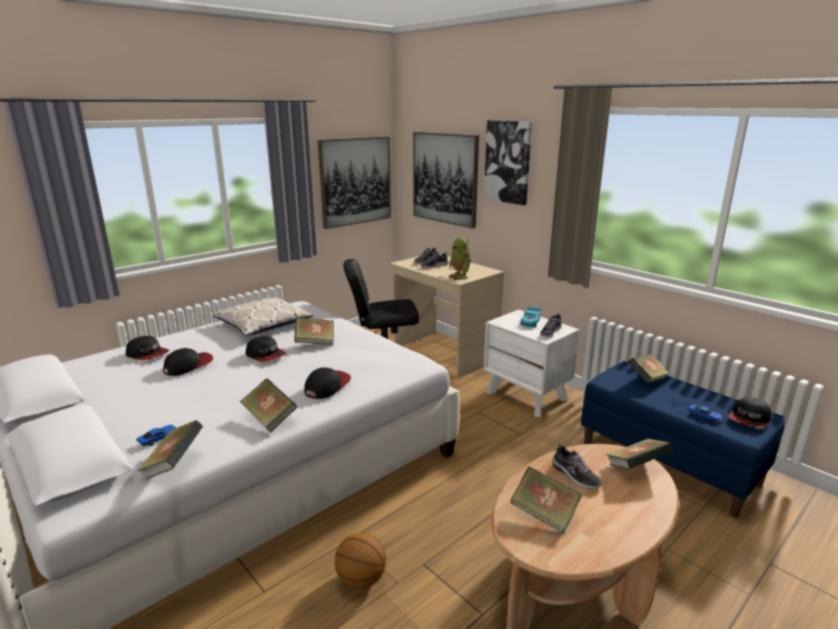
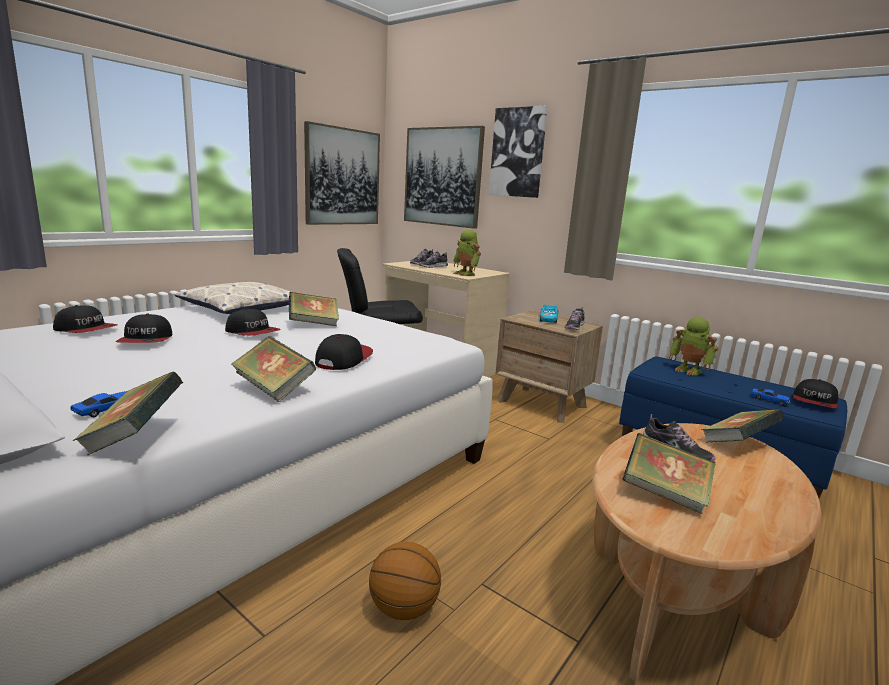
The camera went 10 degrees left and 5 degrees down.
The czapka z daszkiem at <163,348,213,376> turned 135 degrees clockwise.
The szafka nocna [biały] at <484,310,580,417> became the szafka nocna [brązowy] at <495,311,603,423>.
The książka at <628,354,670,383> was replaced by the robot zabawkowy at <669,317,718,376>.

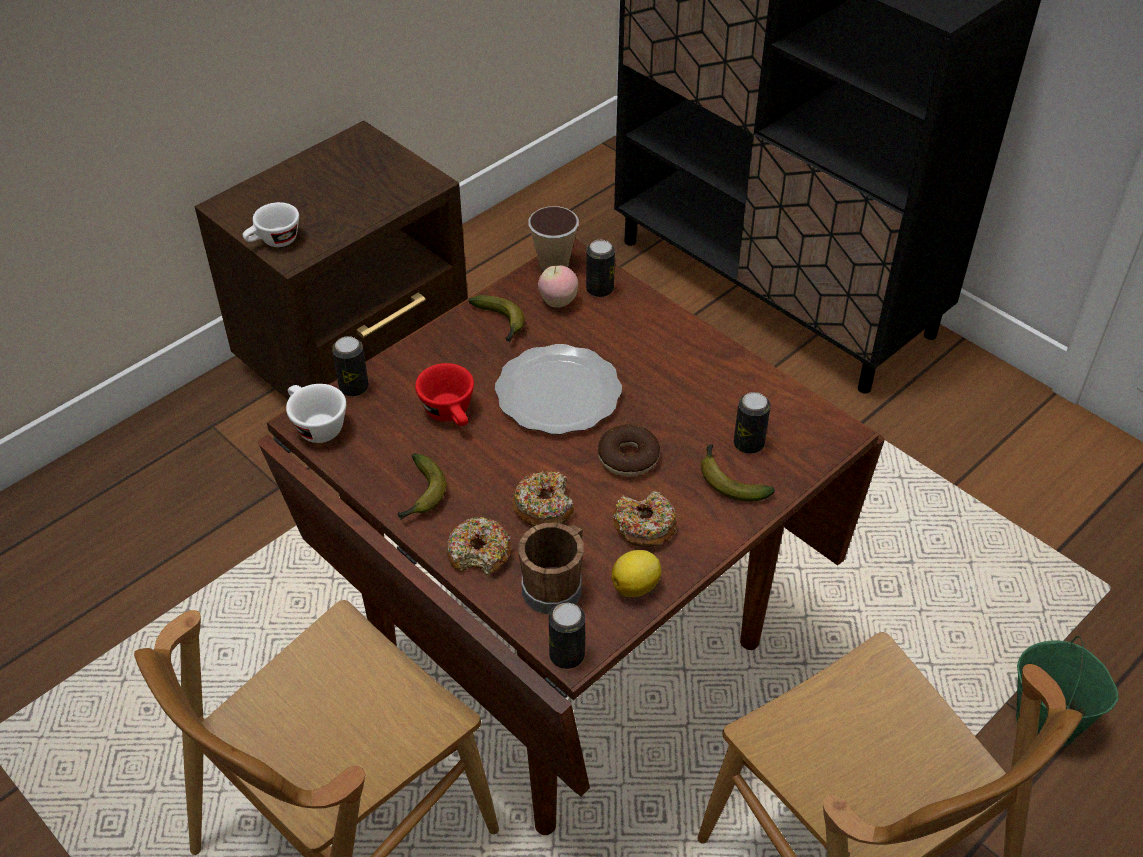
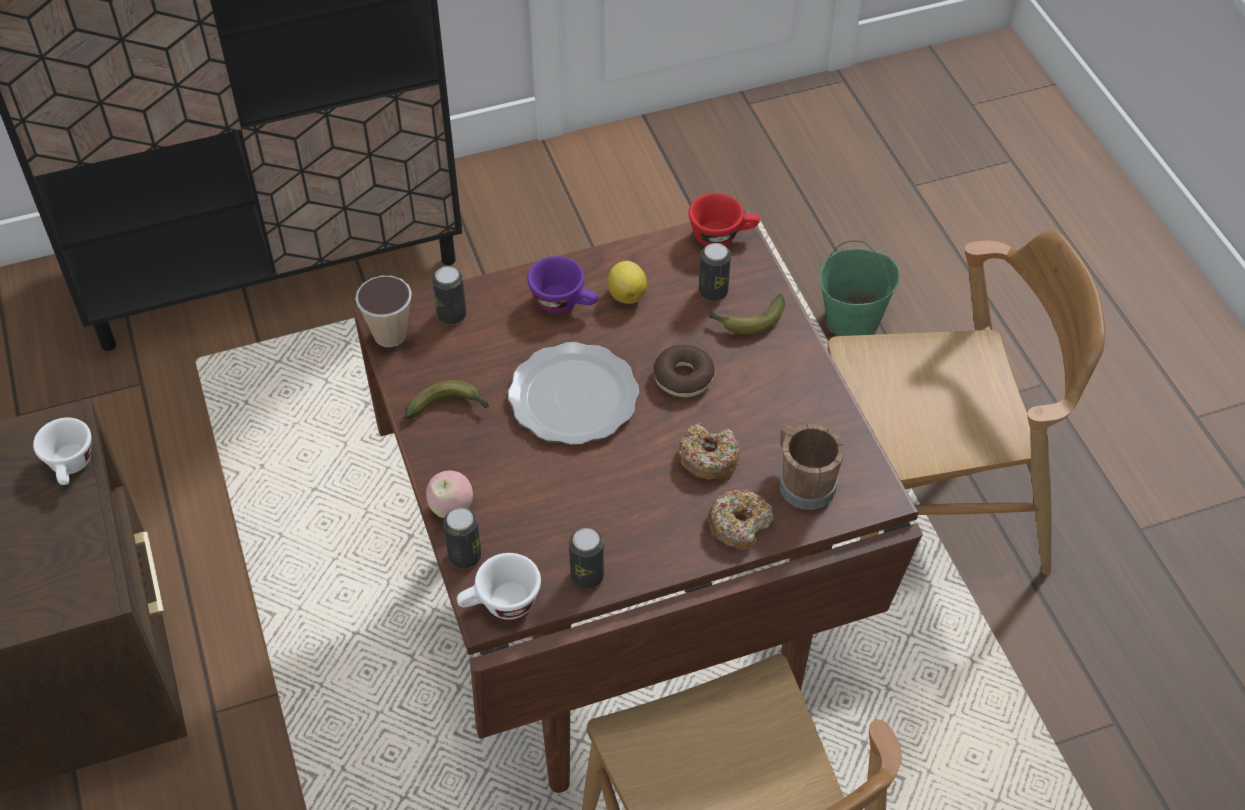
The camera went 65 degrees left and 5 degrees up.
The filiżanka [biały] moved from <243,202,299,247> to <33,418,91,485>.
The jabłko moved from <538,265,578,308> to <426,471,473,518>.
The filiżanka [fioletowy] at <527,256,599,313> appeared.
The puszka moved from <549,603,585,669> to <569,528,604,589>.
The cytryna moved from <612,550,662,597> to <608,261,647,304>.
The filiżanka [czerwony] moved from <415,363,474,426> to <688,193,760,246>.
The banan at <398,453,446,520> disappeared.
The donut at <613,491,677,547> disappeared.

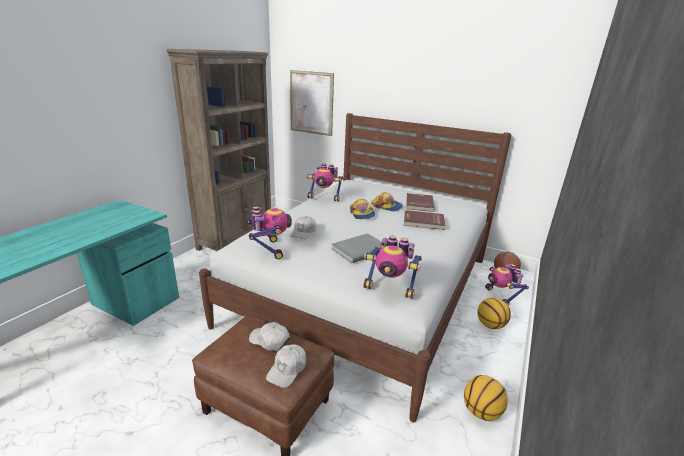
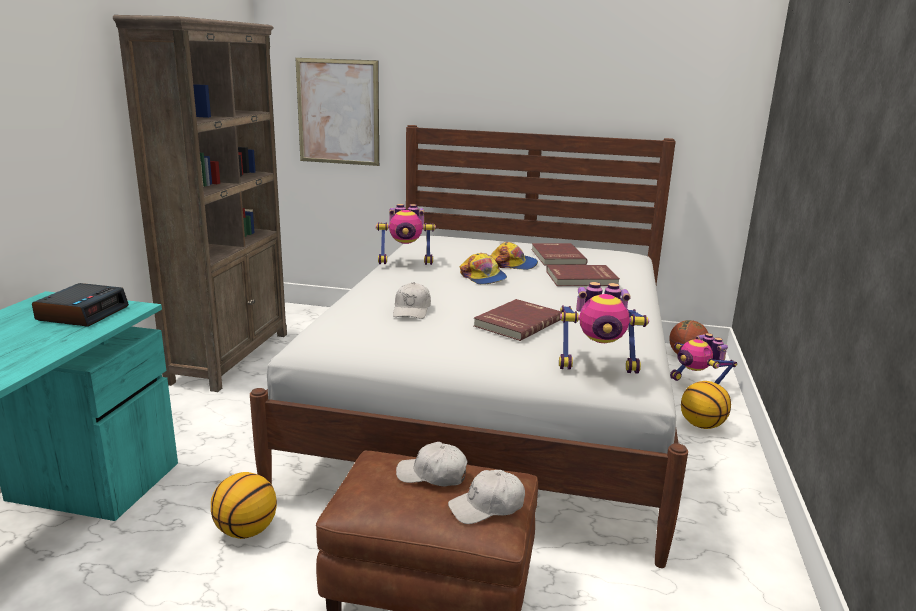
The camera went 15 degrees left and 5 degrees down.
The budzik at <32,283,129,327> appeared.
The piłka do koszykówki moved from <464,375,508,421> to <211,472,277,539>.
The czapka z daszkiem [biały] at <266,344,306,388> turned 60 degrees clockwise.
The książka [szary] at <331,233,382,263> became the książka [czerwony] at <474,299,561,341>.
The robot zabawkowy at <246,206,292,259> disappeared.

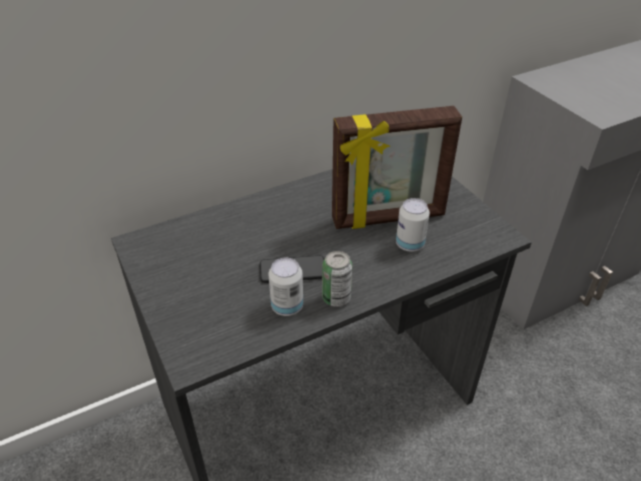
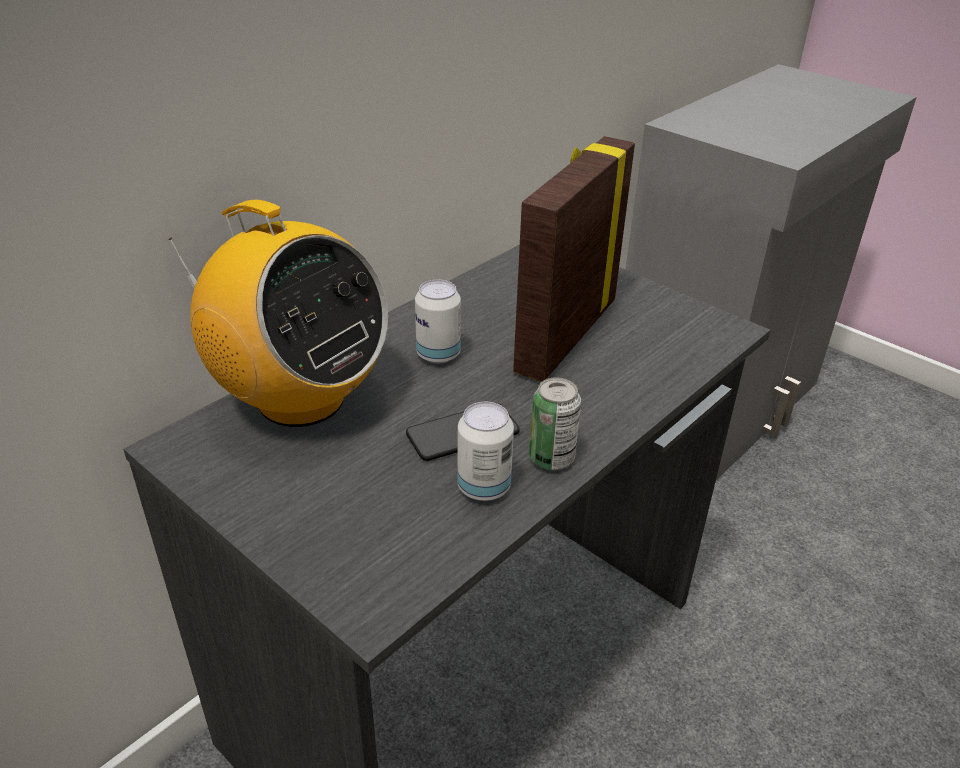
The camera went 20 degrees left and 5 degrees down.
The radio at <168,200,388,427> appeared.
The puszka moved from <396,198,430,252> to <415,280,461,364>.
The ramka na zdjęcie at <332,106,462,229> turned 150 degrees clockwise.

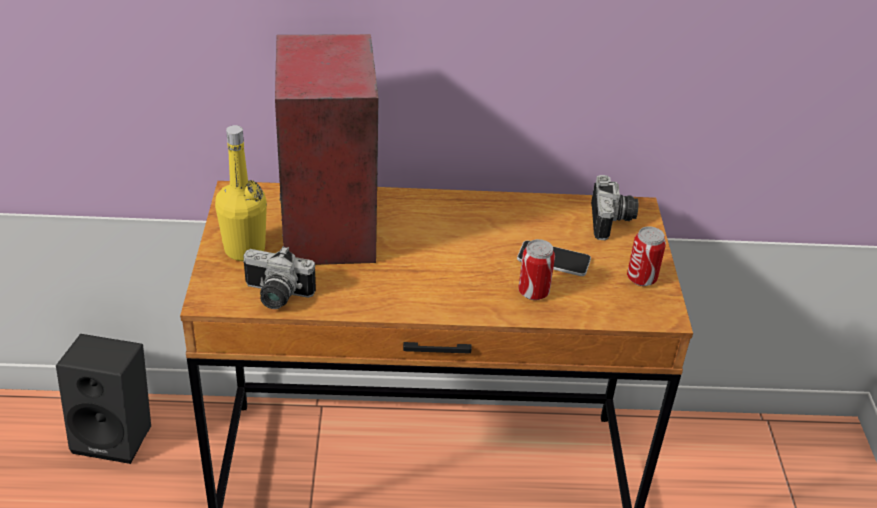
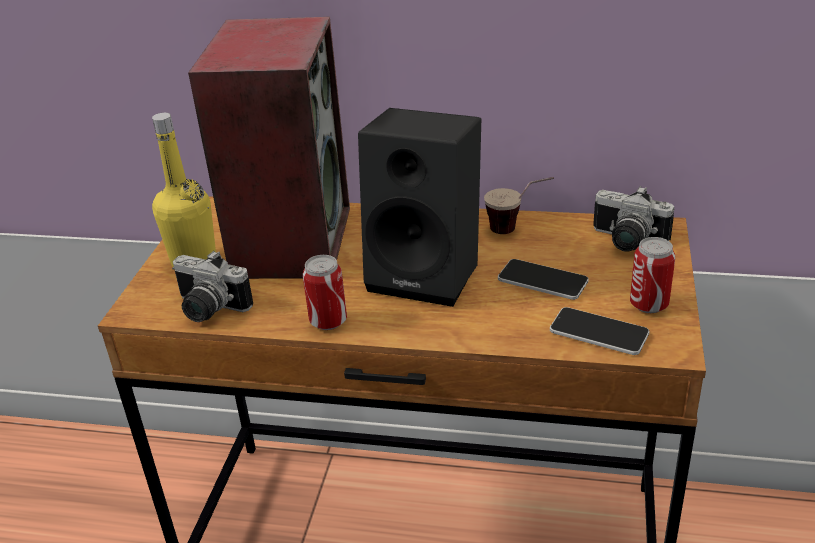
The camera went 15 degrees right and 5 degrees down.
The puszka moved from <518,239,555,300> to <303,255,347,330>.
The głośnik [czarny] moved from <56,334,151,464> to <358,108,481,307>.
The filiżanka at <484,177,554,234> appeared.
The telefon at <550,307,649,355> appeared.
The aparat fotograficzny at <591,175,638,240> turned 105 degrees clockwise.

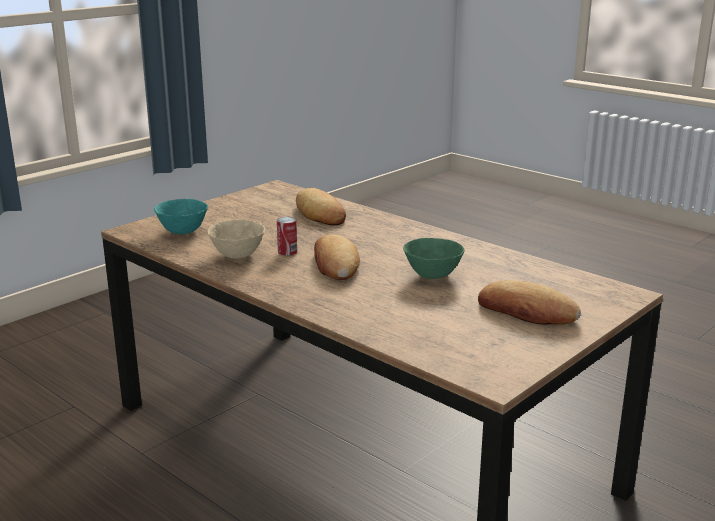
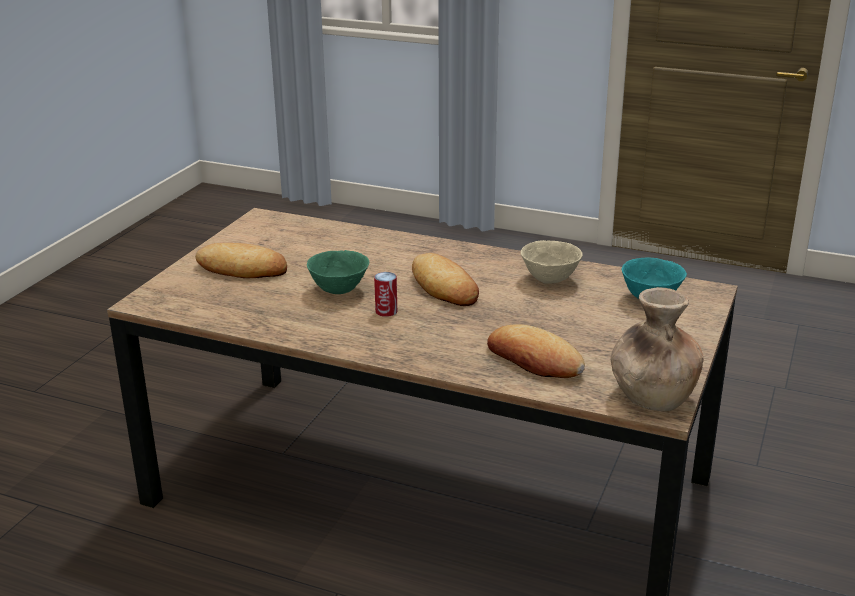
The camera went 160 degrees right and 5 degrees up.
The puszka moved from <277,217,297,256> to <374,272,397,317>.
The wazon [brązowy] at <610,287,704,411> appeared.

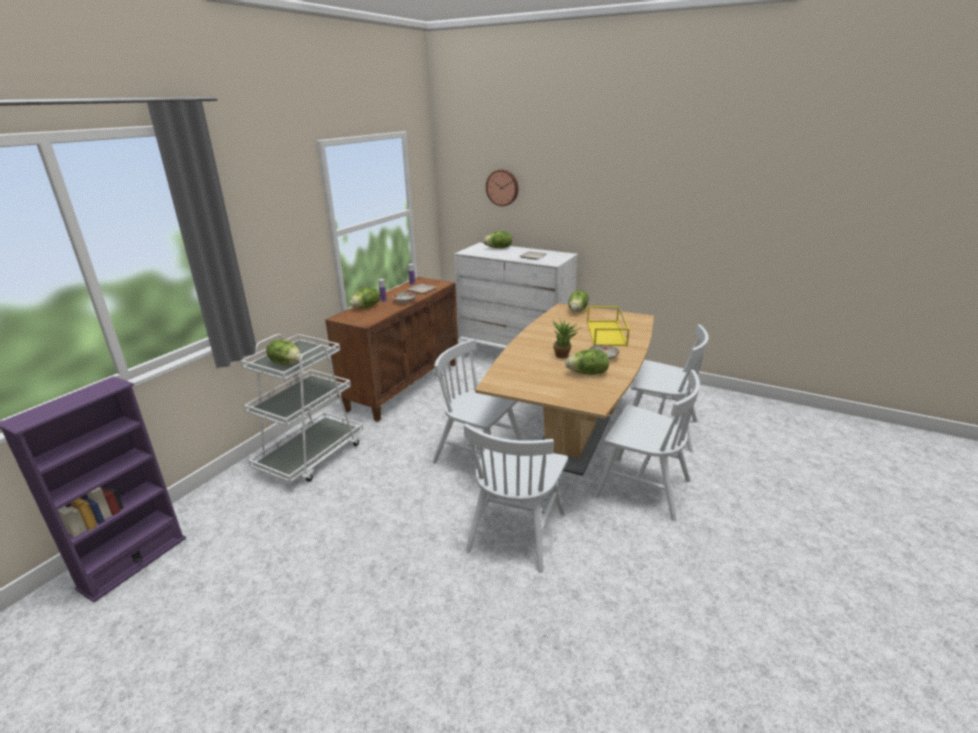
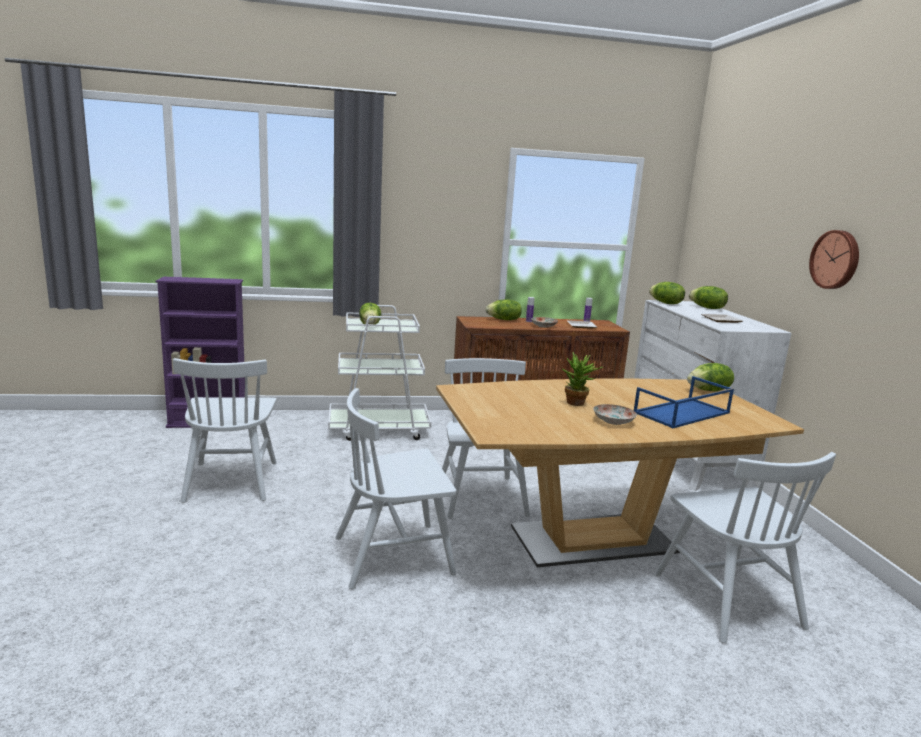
The camera went 50 degrees right and 10 degrees down.
The krzesło [biały] moved from <595,370,700,521> to <173,358,277,503>.
The taca [żółty] at <587,306,630,346> became the taca [niebieski] at <633,376,734,428>.
The sałata moved from <565,349,609,375> to <649,282,685,304>.
The zegar ścienny moved from <486,170,518,206> to <809,230,859,289>.

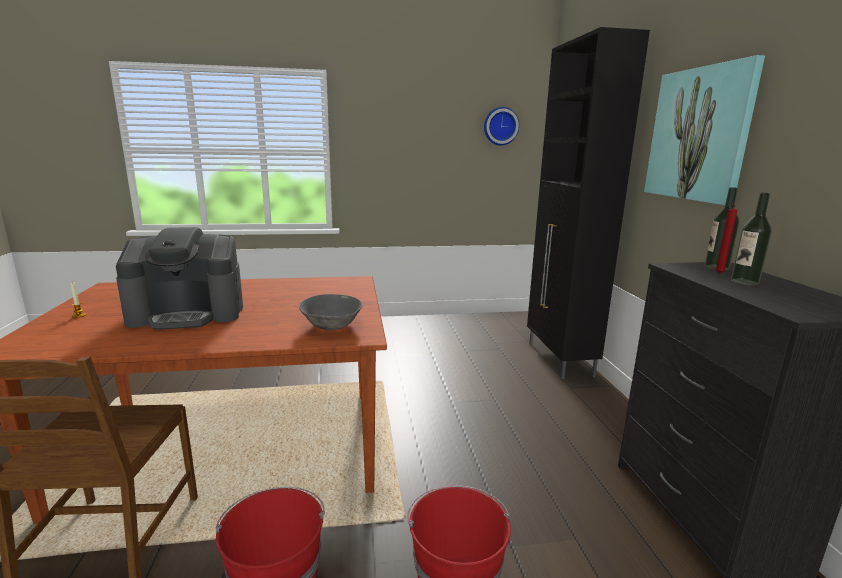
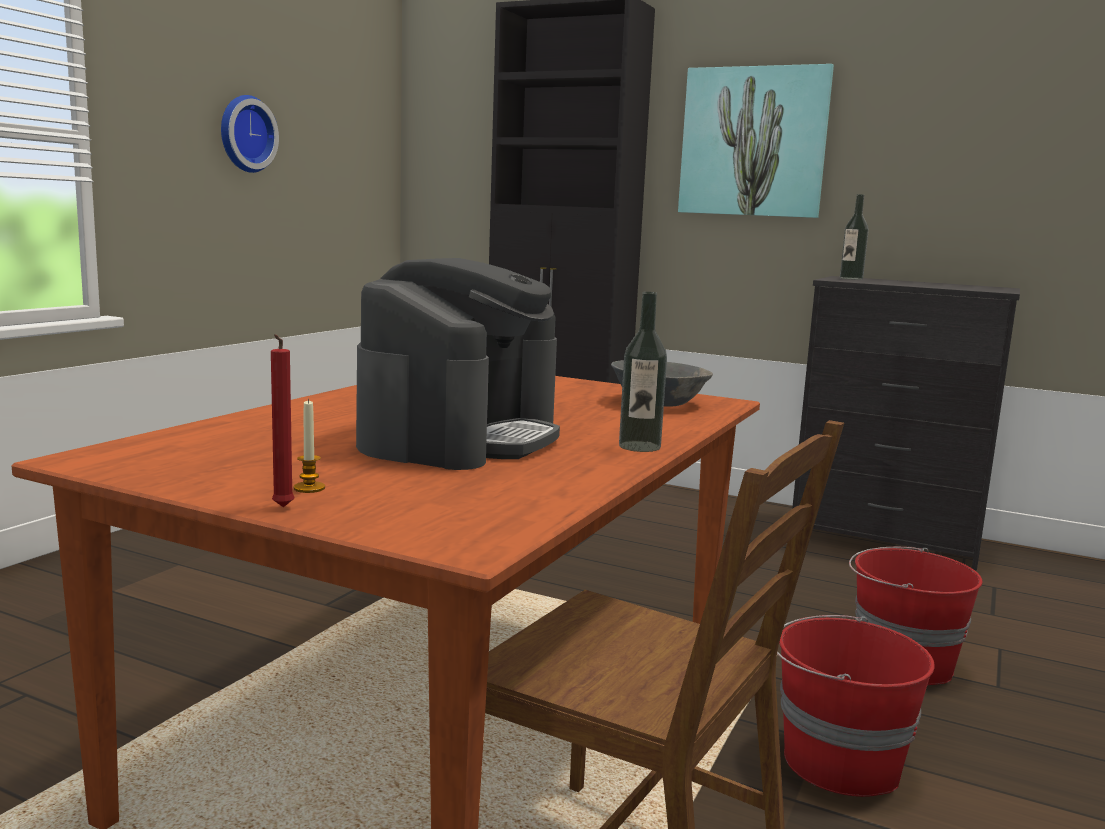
The camera went 55 degrees left and 5 degrees down.
The zegar ścienny moved from <484,107,519,146> to <221,95,279,173>.
The świeca [czerwony] moved from <715,202,737,274> to <271,334,294,507>.
The butelka moved from <731,193,772,286> to <619,292,667,452>.

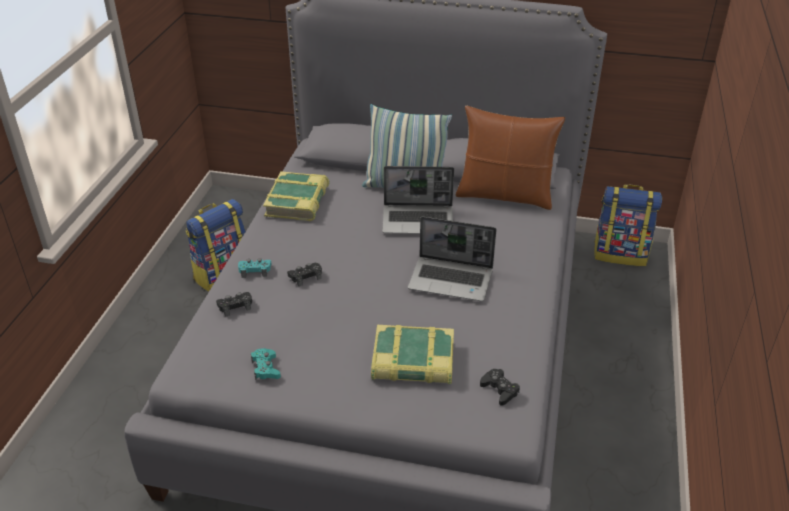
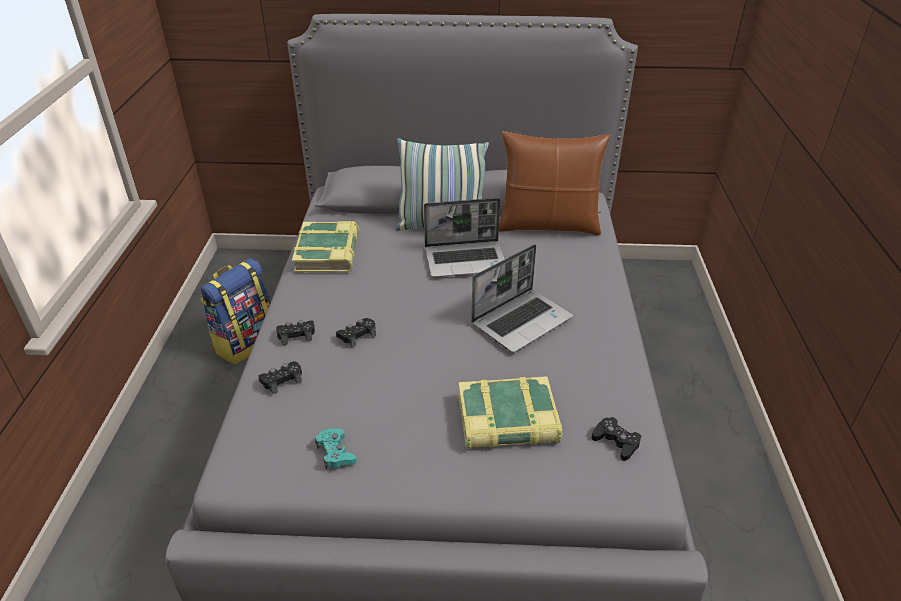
The camera went 10 degrees left and 0 degrees up.
The pad do gier [turkusowy] at <238,258,271,278> became the pad do gier [czarny] at <276,320,315,345>.
The laptop at <408,217,497,301> turned 45 degrees counterclockwise.
The plecak at <594,185,662,266> disappeared.

